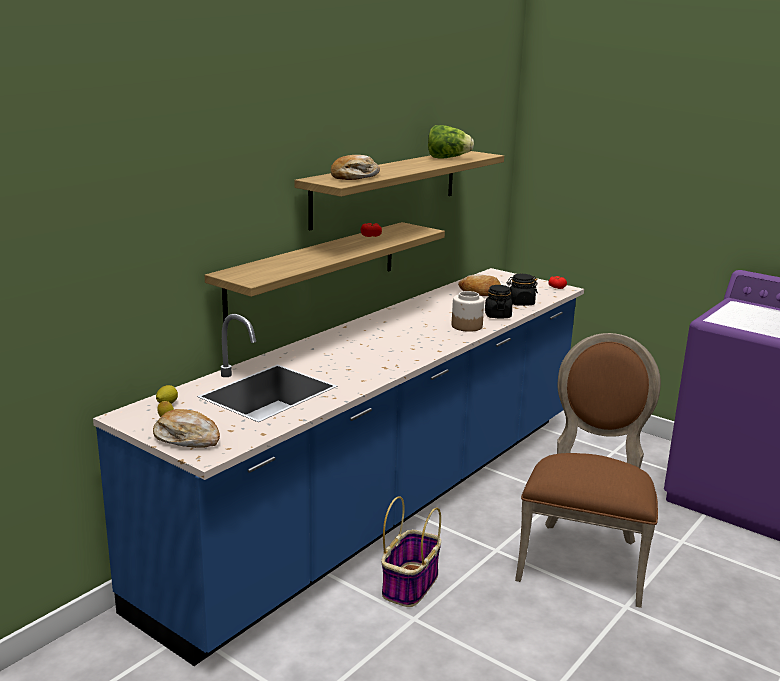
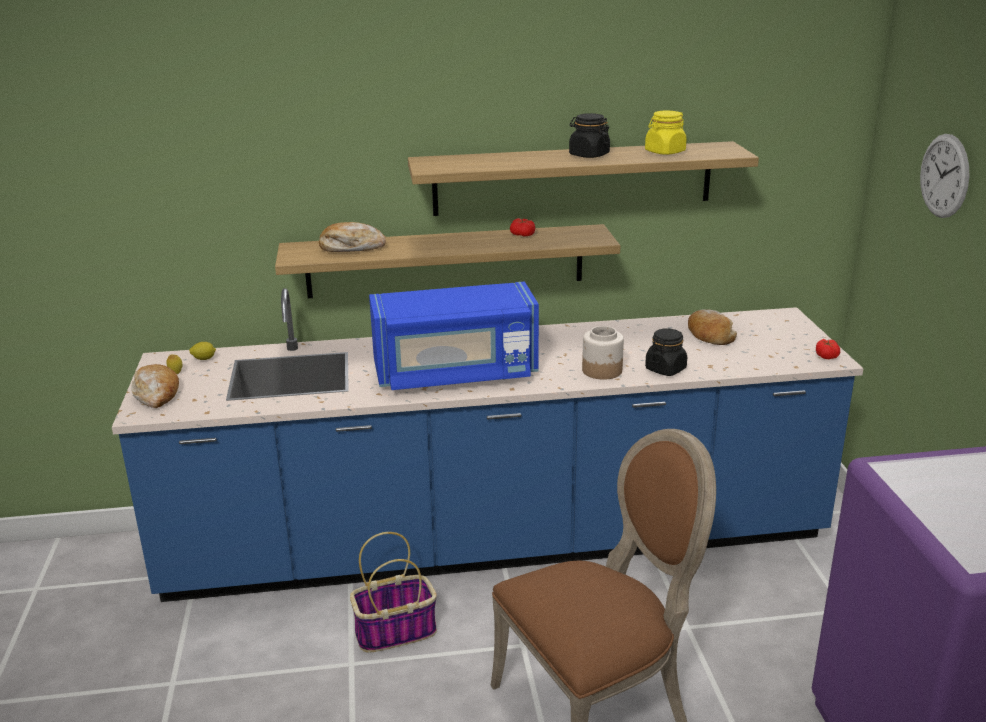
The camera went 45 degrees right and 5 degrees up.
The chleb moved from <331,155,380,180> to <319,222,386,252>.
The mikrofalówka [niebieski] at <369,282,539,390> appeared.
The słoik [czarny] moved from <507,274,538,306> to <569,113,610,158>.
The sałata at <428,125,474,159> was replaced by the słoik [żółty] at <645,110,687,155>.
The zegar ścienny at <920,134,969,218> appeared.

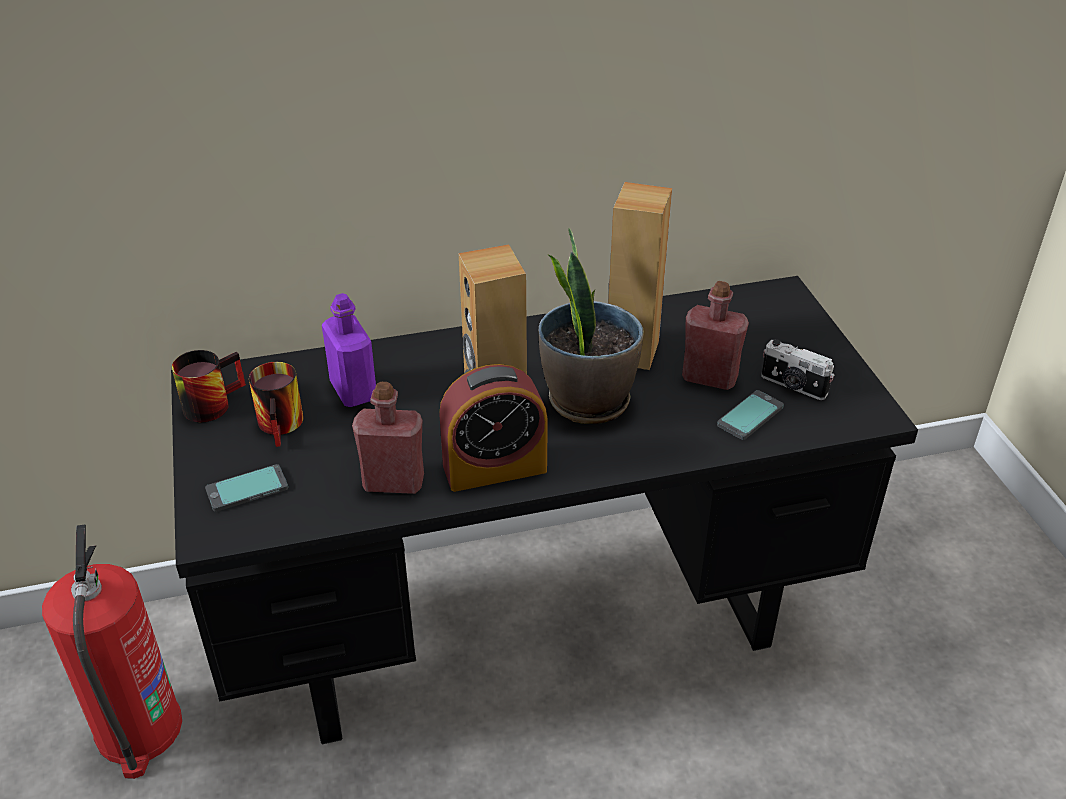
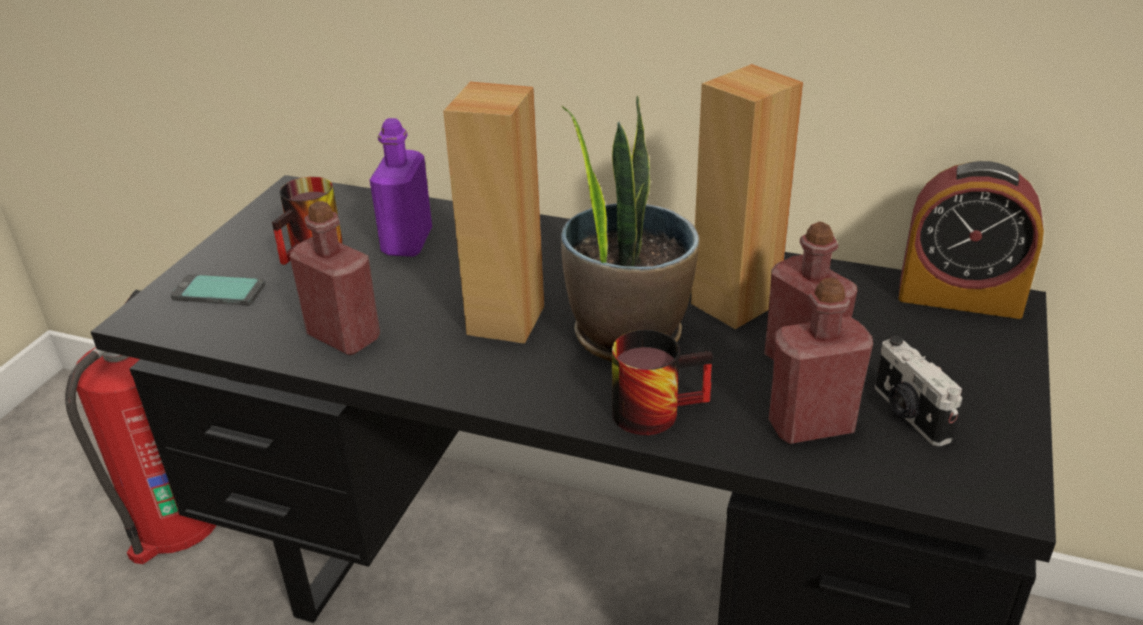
The camera went 35 degrees right and 5 degrees down.
The kubek moved from <172,350,246,422> to <612,330,712,435>.
The telefon at <717,390,784,440> was replaced by the butelka [czerwony] at <769,278,873,444>.
The budzik moved from <439,364,548,492> to <898,161,1044,319>.

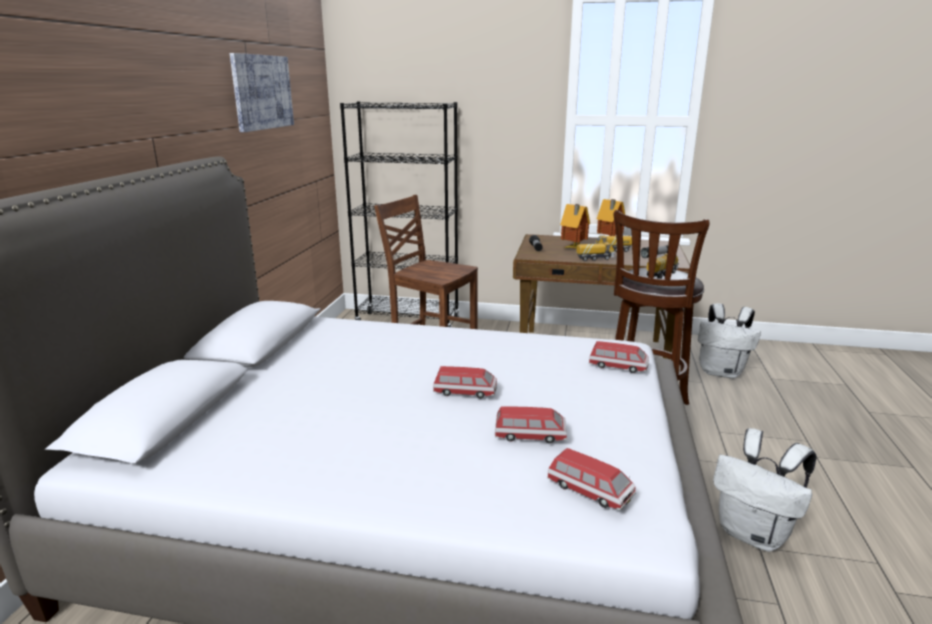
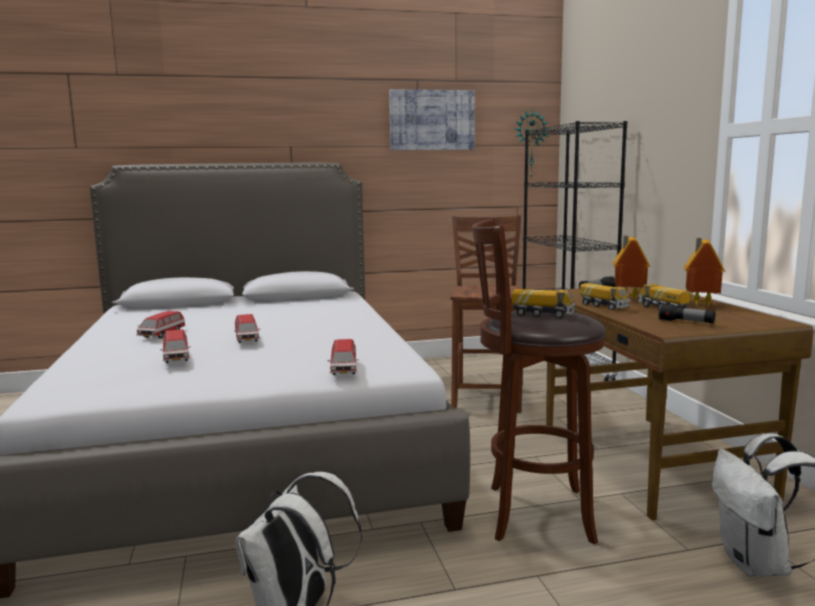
The camera went 65 degrees right and 10 degrees down.
The samochodzik moved from <547,448,636,511> to <137,311,185,338>.
The zegar ścienny at <515,110,548,178> appeared.

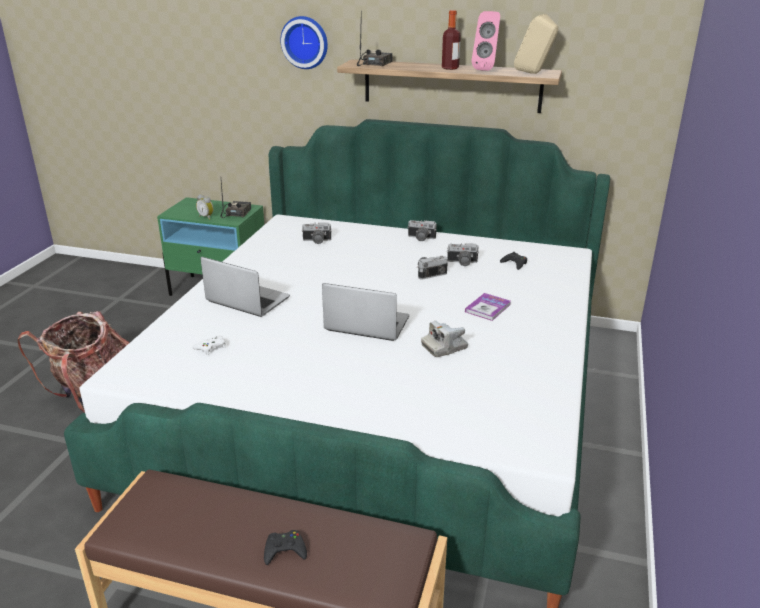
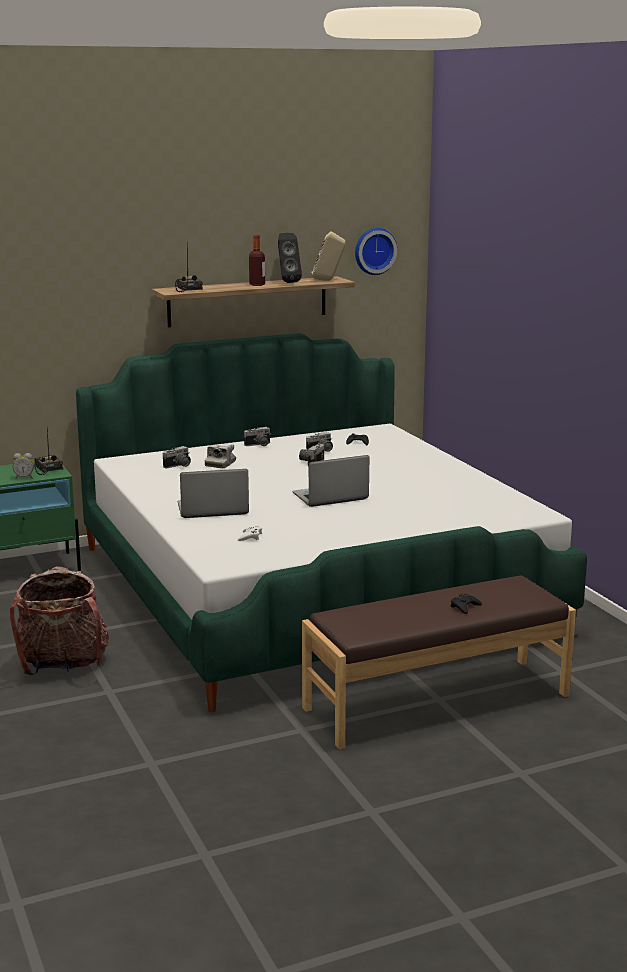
The camera went 40 degrees left and 10 degrees down.
The aparat fotograficzny moved from <421,321,468,357> to <205,444,236,468>.
The głośnik [różowy] at <472,11,500,71> became the głośnik [czarny] at <278,233,302,283>.
The zegar ścienny moved from <280,16,328,69> to <355,228,397,275>.
The książka at <465,293,511,321> disappeared.

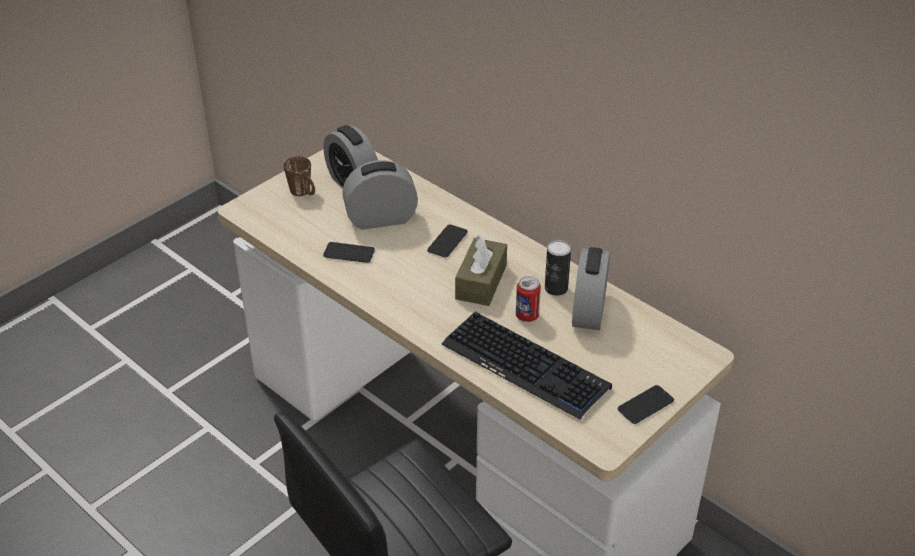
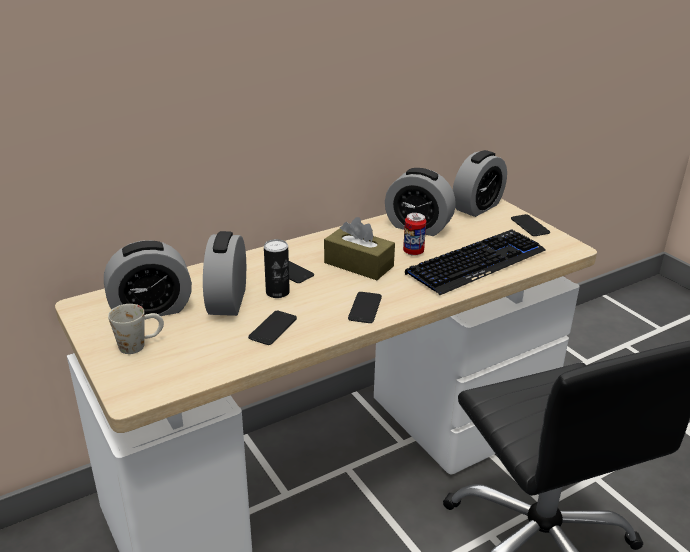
The camera went 75 degrees left and 10 degrees down.
The kubek [brązowy] at <283,156,315,196> became the kubek [biały] at <108,304,164,354>.
The puszka moved from <545,240,571,296> to <264,239,290,298>.
The telefon at <348,292,382,323> appeared.
The budzik at <453,150,507,217> appeared.

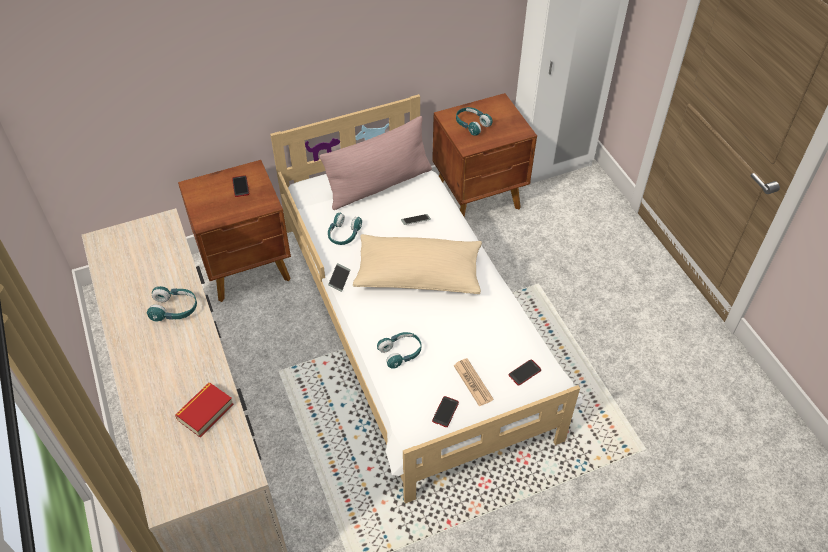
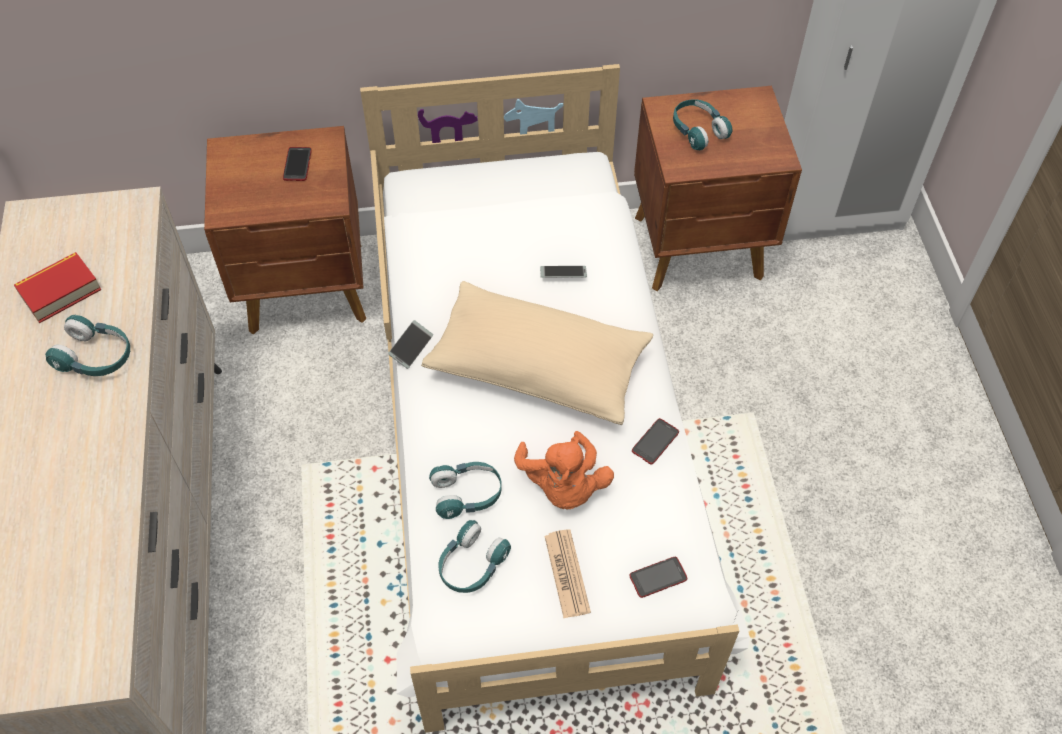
The camera went 15 degrees right and 5 degrees up.
The książka moved from <175,383,234,438> to <14,252,101,323>.
The słuchawki [turkusowy] moved from <328,213,362,245> to <439,520,511,593>.
The pluszak [pomarańczowy] at <514,431,614,510> appeared.
The telefon moved from <432,396,459,427> to <632,418,679,465>.
The poduszka [różowy] at <319,116,432,210> disappeared.

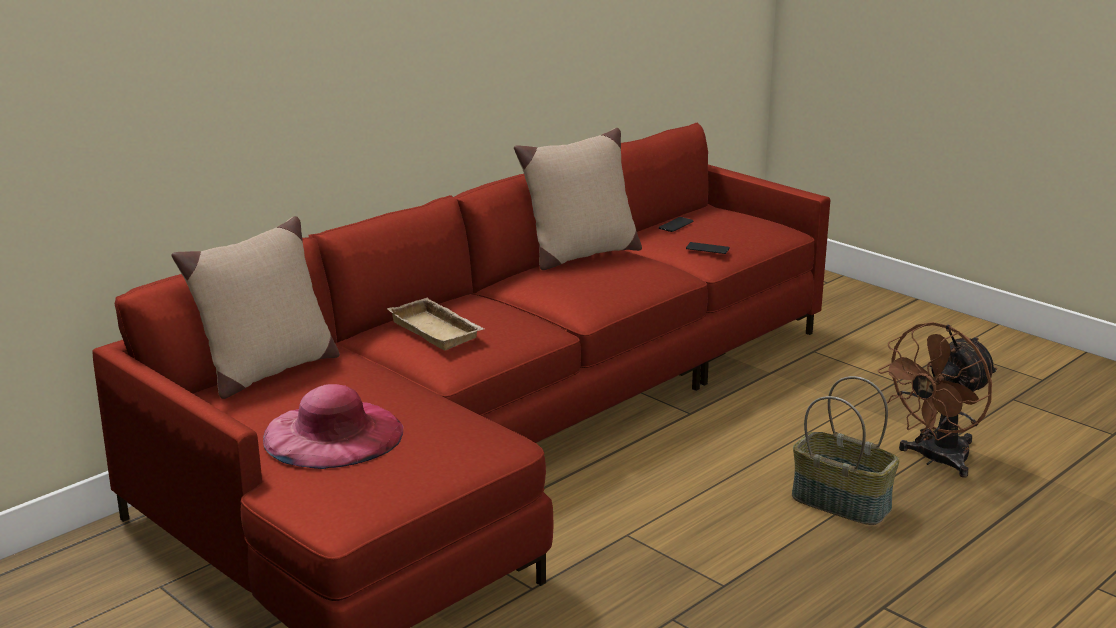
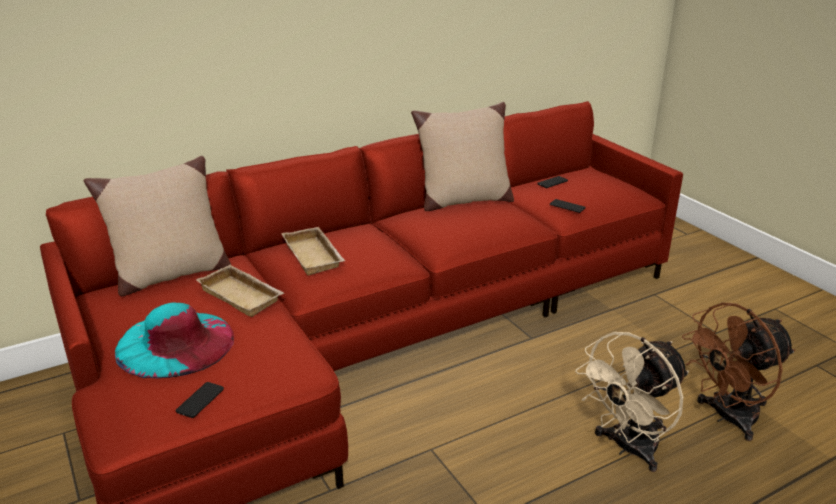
The camera went 15 degrees right and 5 degrees up.
The kapelusz [różowy] at <263,384,403,469> became the kapelusz [turkusowy] at <115,303,234,378>.
The telefon at <176,382,224,418> appeared.
The taca [beżowy] at <196,265,284,317> appeared.
The koszyk at <792,376,900,525> was replaced by the wentylator [beżowy] at <576,332,689,472>.

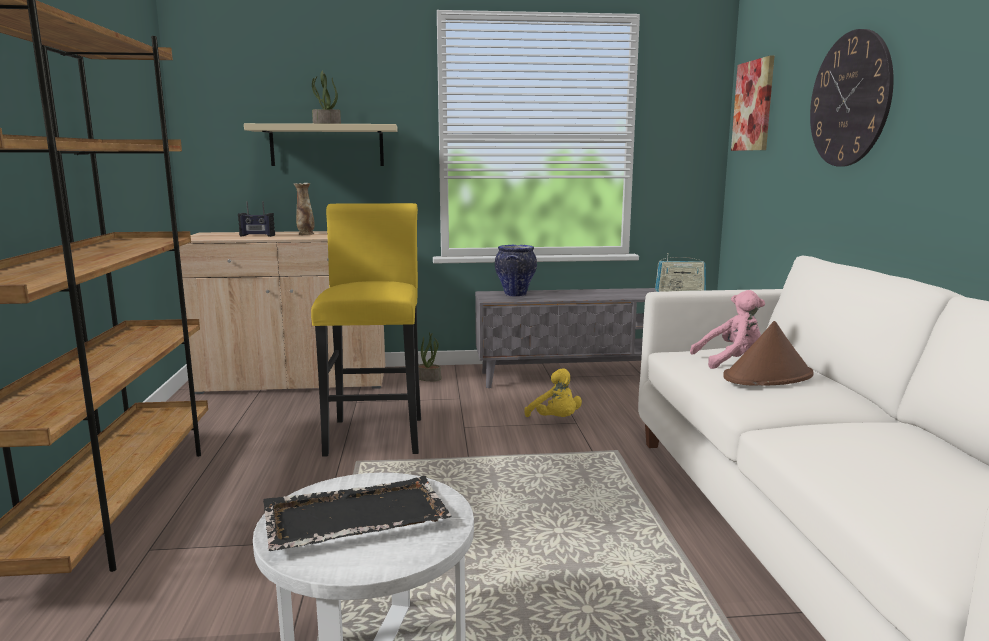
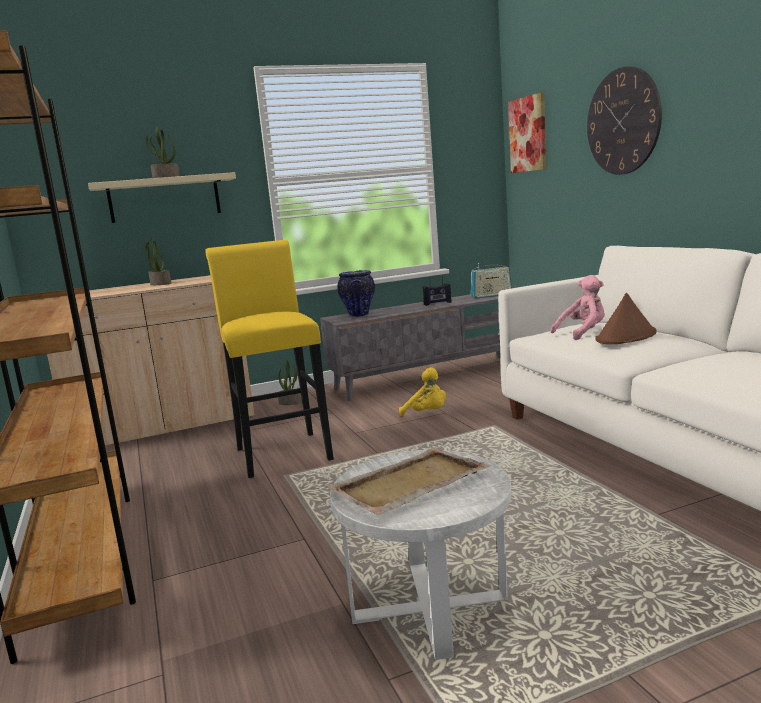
The camera went 15 degrees left and 0 degrees up.
The wazon at <294,183,315,235> was replaced by the roślina doniczkowa at <143,235,171,285>.
The taca [czarny] at <263,476,452,551> became the taca [beżowy] at <326,447,490,515>.
The radio moved from <238,201,275,237> to <422,275,452,306>.

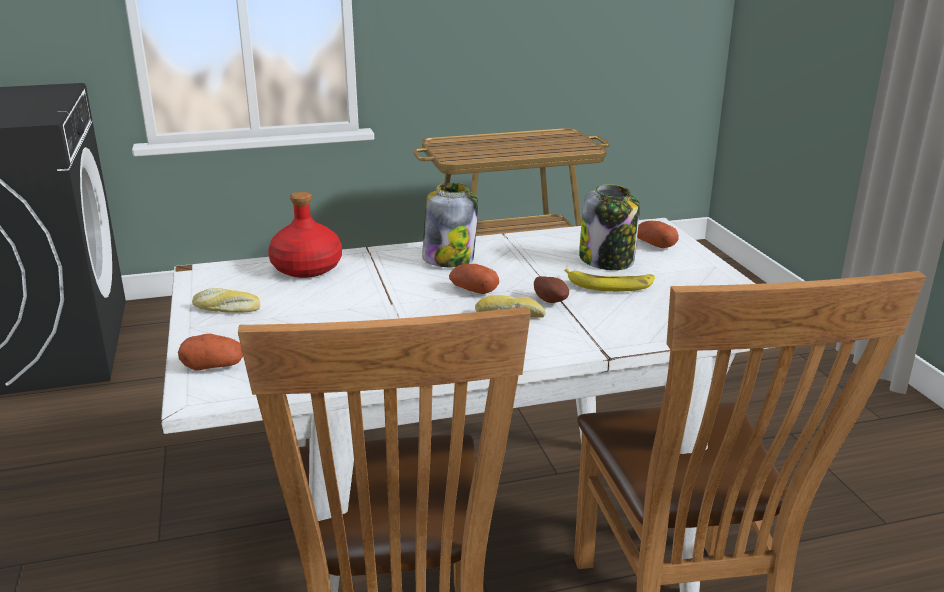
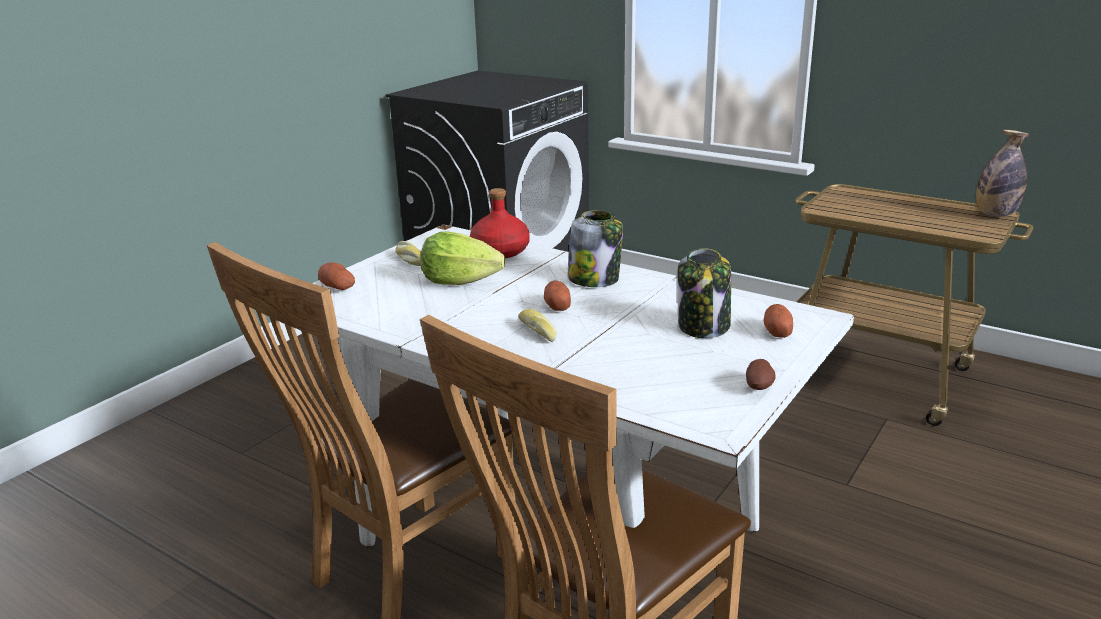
The camera went 50 degrees right and 0 degrees up.
The sałata at <420,231,505,285> appeared.
The ziemniak moved from <534,276,569,303> to <746,359,776,390>.
The butelka at <976,130,1029,217> appeared.
The banan at <565,269,655,292> disappeared.

